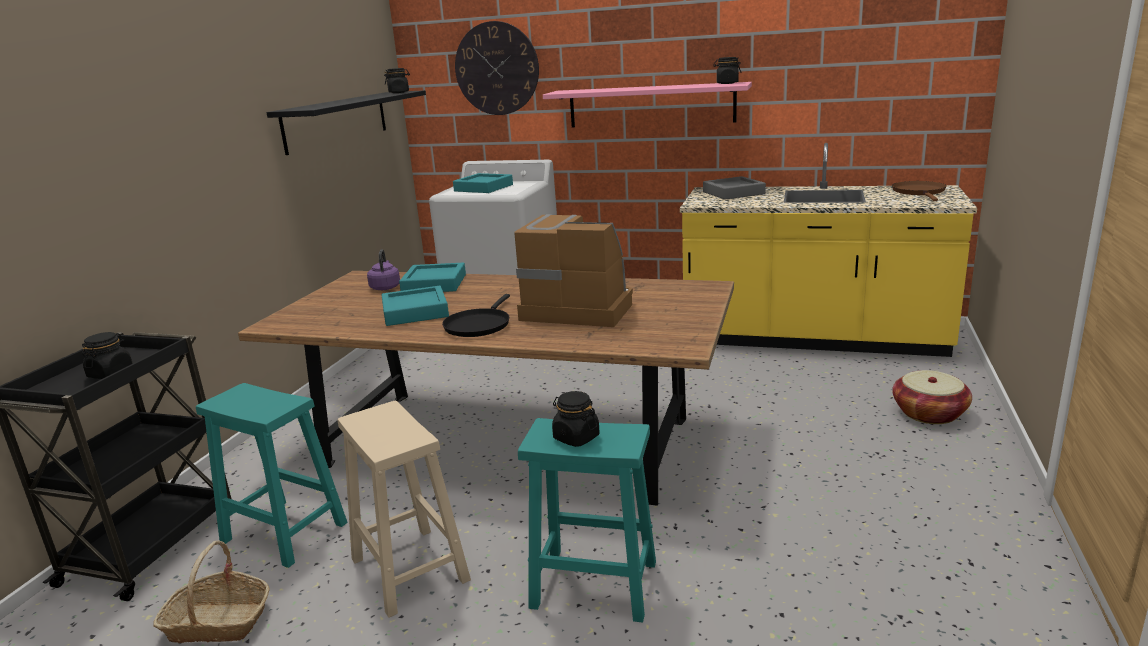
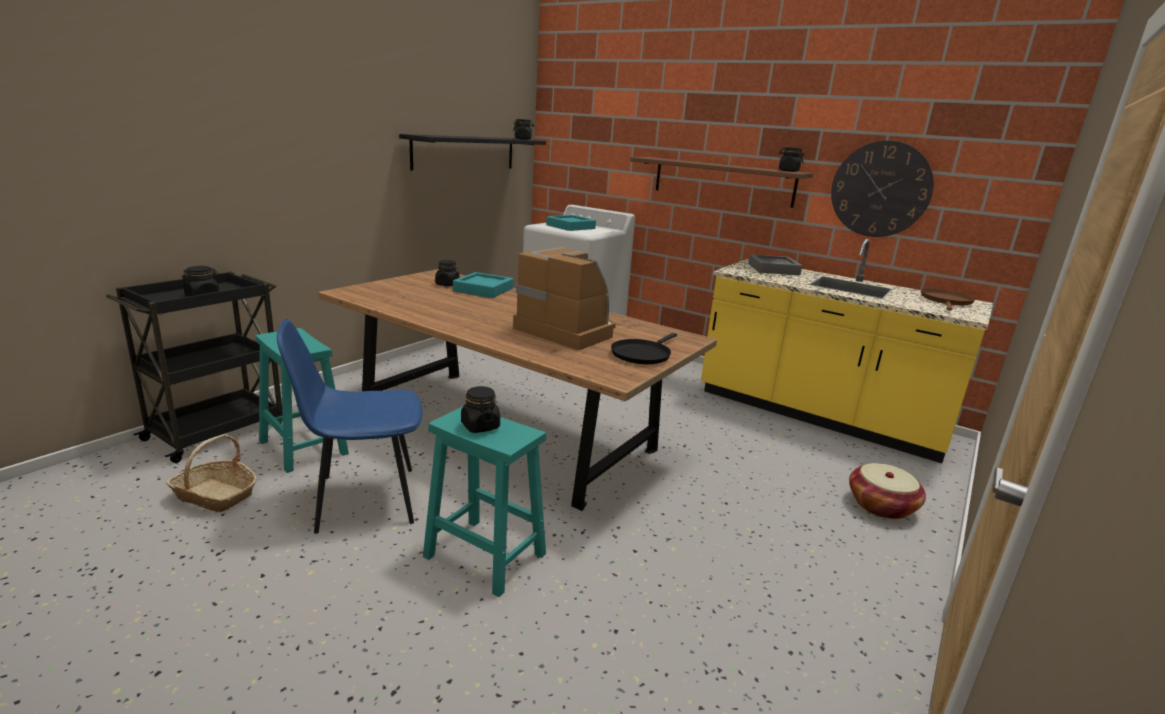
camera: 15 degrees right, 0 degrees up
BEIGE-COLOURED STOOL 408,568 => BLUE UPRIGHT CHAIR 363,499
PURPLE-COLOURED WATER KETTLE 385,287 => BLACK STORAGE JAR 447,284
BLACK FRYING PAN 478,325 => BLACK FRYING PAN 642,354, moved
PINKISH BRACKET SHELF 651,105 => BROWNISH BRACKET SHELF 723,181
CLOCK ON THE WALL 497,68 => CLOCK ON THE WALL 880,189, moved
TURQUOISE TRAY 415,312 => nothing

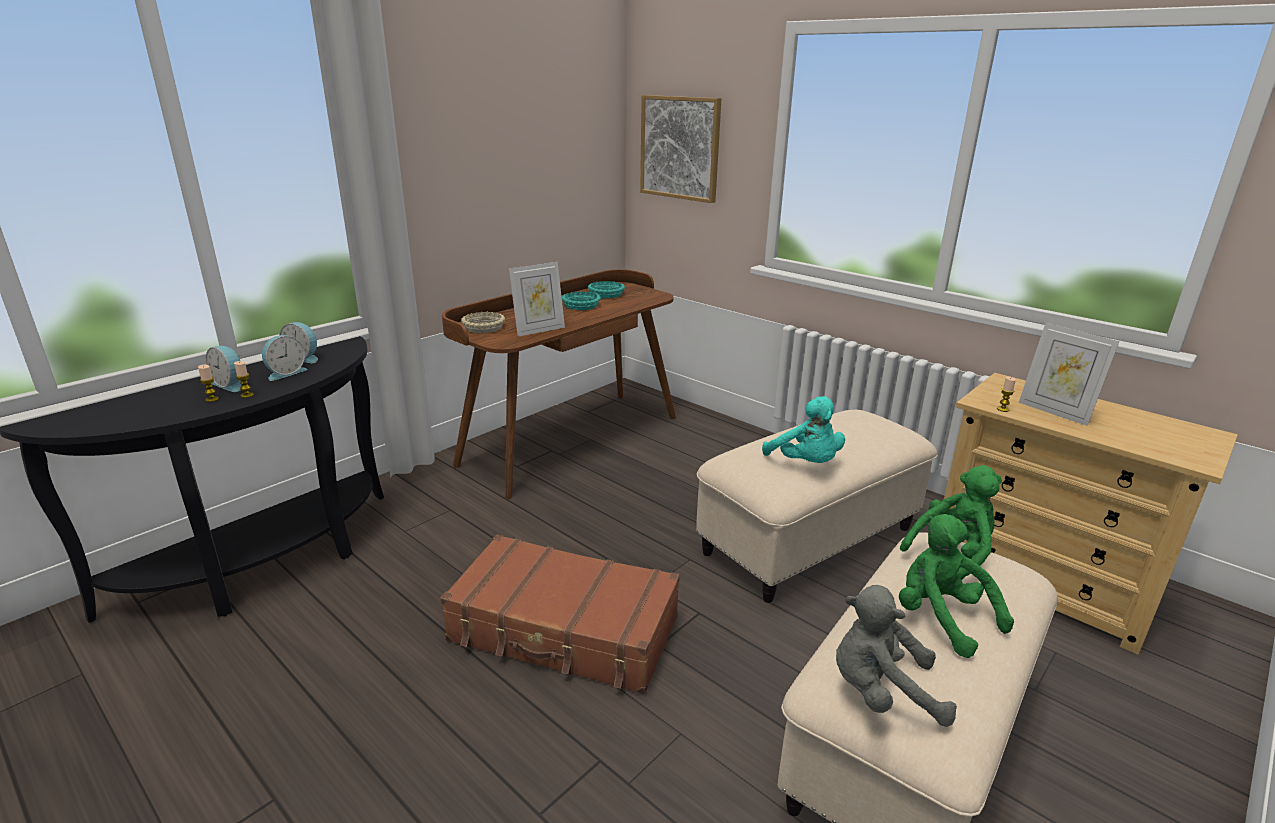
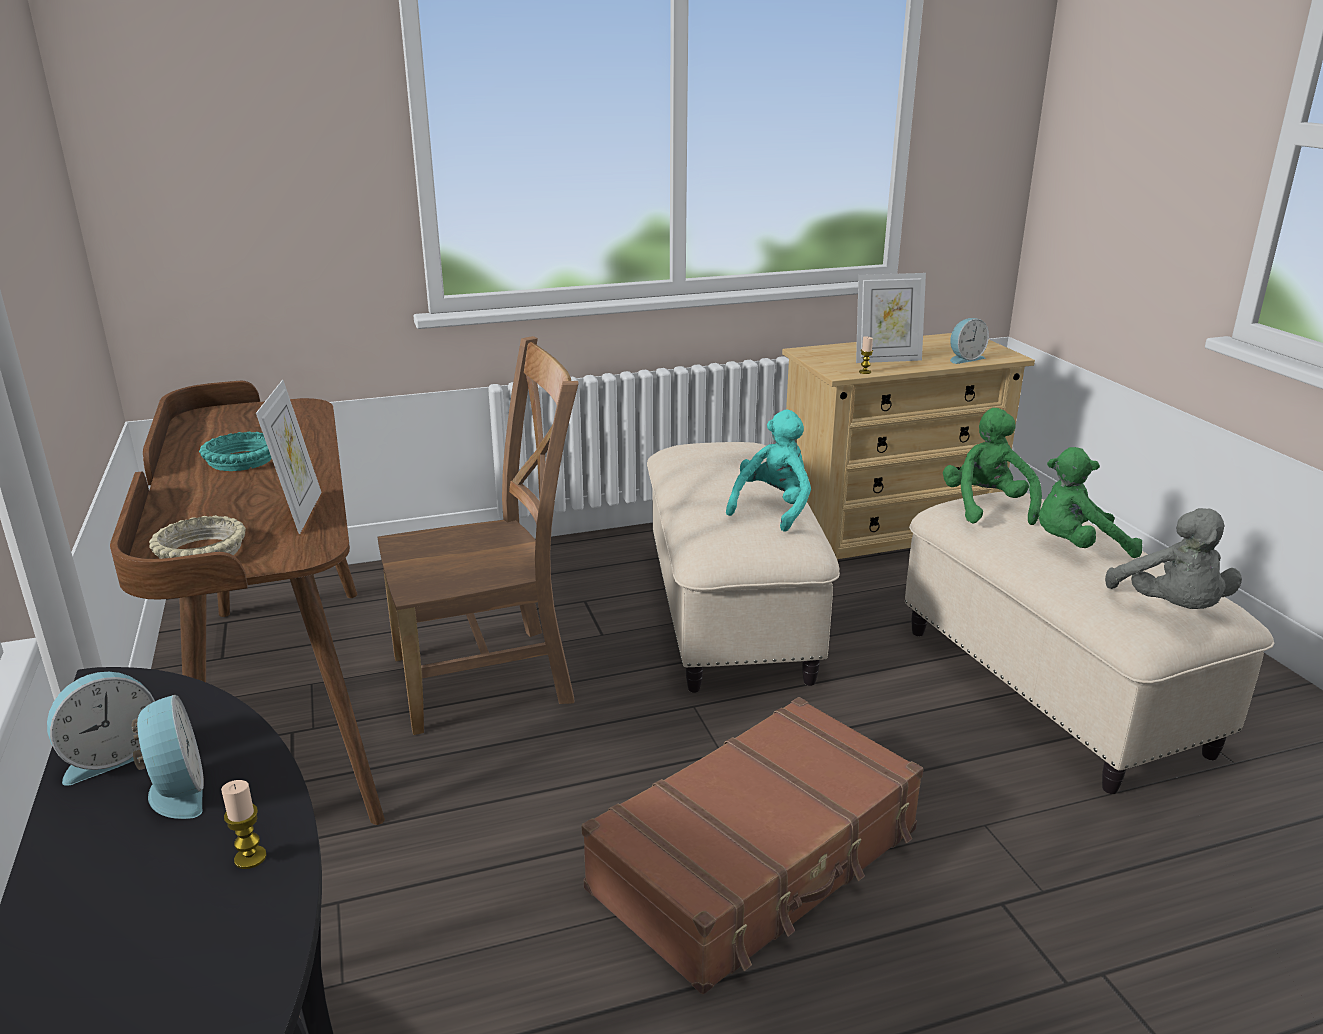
camera: 60 degrees left, 0 degrees up
nothing => BROWNISH UPRIGHT CHAIR 490,677
TURQUOISE CUDDLY TOY 805,463 => TURQUOISE CUDDLY TOY 773,508, 60 degrees counterclockwise
ALARM CLOCK 231,384 => ALARM CLOCK 964,358, moved
GREYISH CUDDLY TOY 881,692 => GREYISH CUDDLY TOY 1171,609, 45 degrees counterclockwise
WAX LIGHT 212,399 => nothing
TURQUOISE BOWL 606,294 => nothing
WALL ART 680,148 => nothing

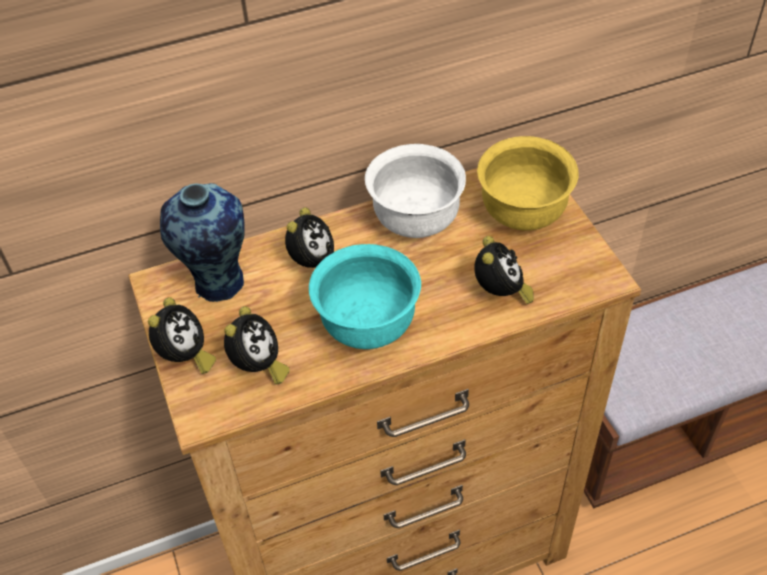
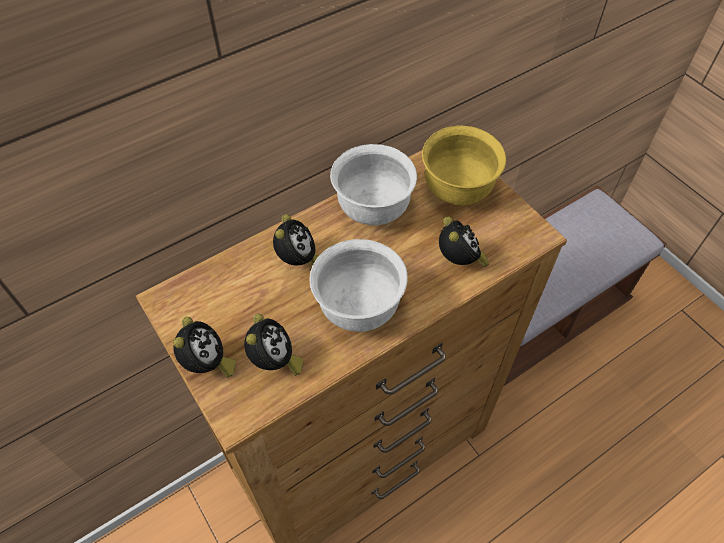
camera: 15 degrees left, 5 degrees up
TURQUOISE BOWL 367,326 => WHITISH BOWL 358,308
DECORATIVE VASE 217,284 => nothing

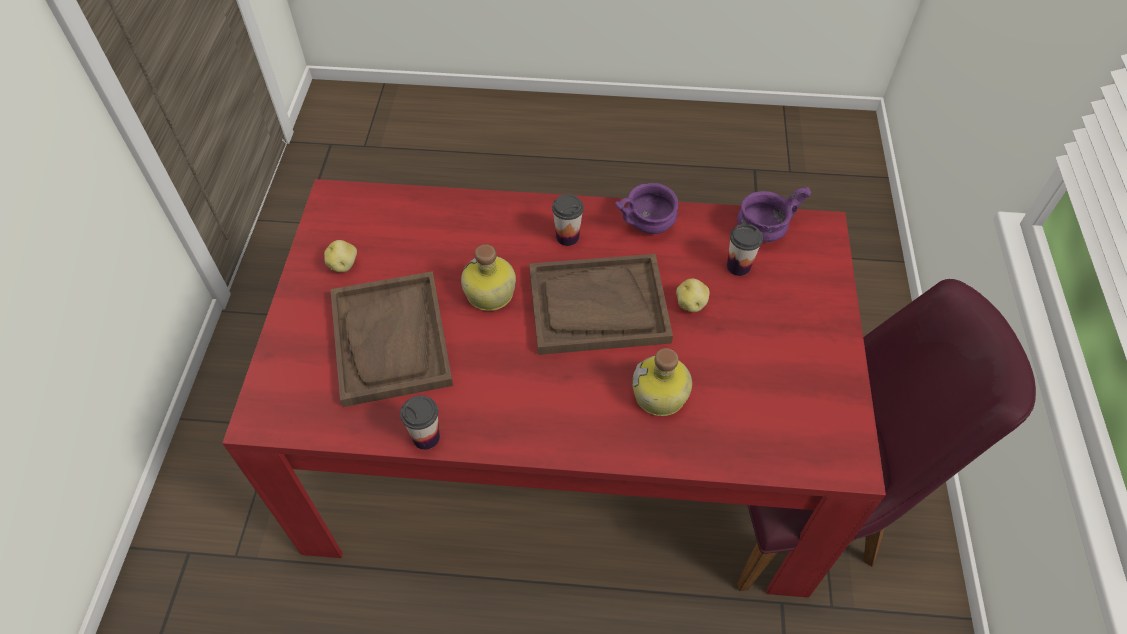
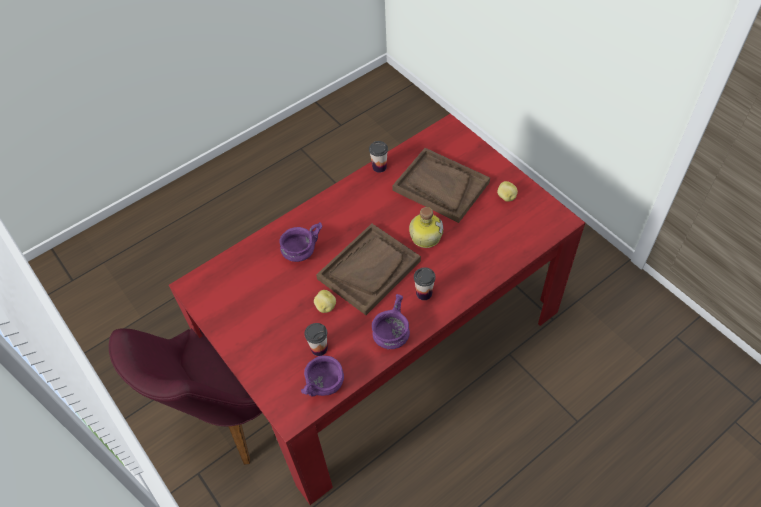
camera: 140 degrees right, 0 degrees up
BEVERAGE BOTTLE 661,396 => PURPLE-COLOURED BOWL 300,252

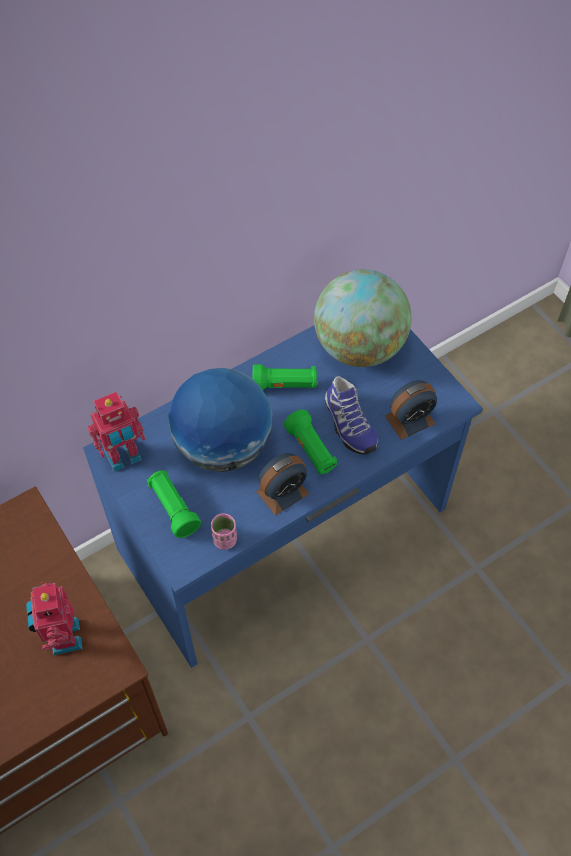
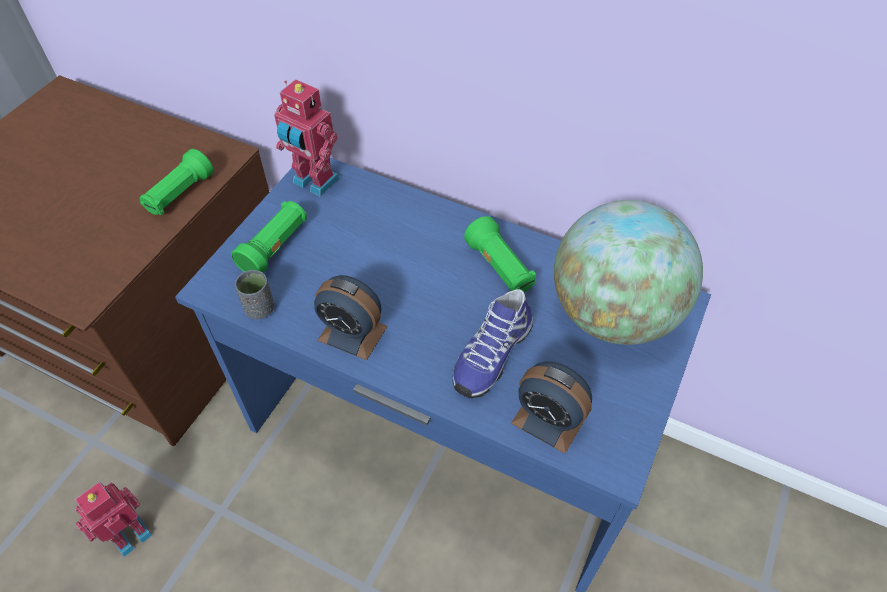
camera: 60 degrees right, 5 degrees down
ROBOT FIGURE 62,637 => ROBOT FIGURE 129,533, moved
GREENISH FLASHLIGHT 311,450 => GREENISH FLASHLIGHT 179,194, moved
PINKISH SMALL CUP 225,539 => GREYISH SMALL CUP 260,309
GLOBE 223,446 => nothing

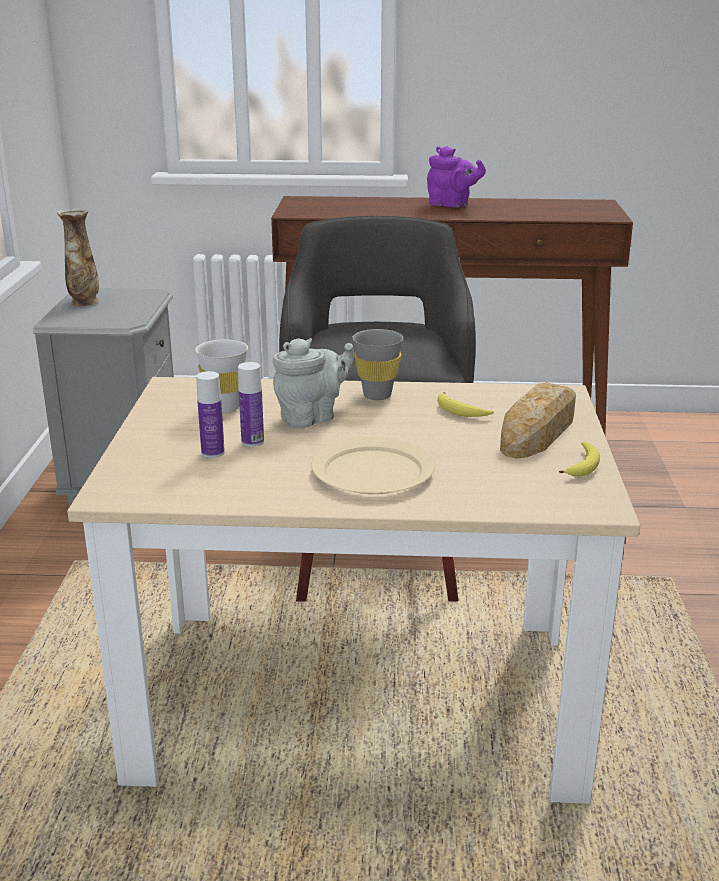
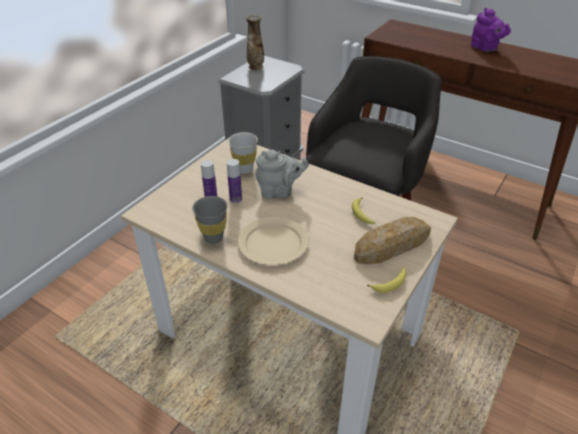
camera: 30 degrees right, 15 degrees up
GREYISH SMALL CUP 377,395 => GREYISH SMALL CUP 213,238, moved

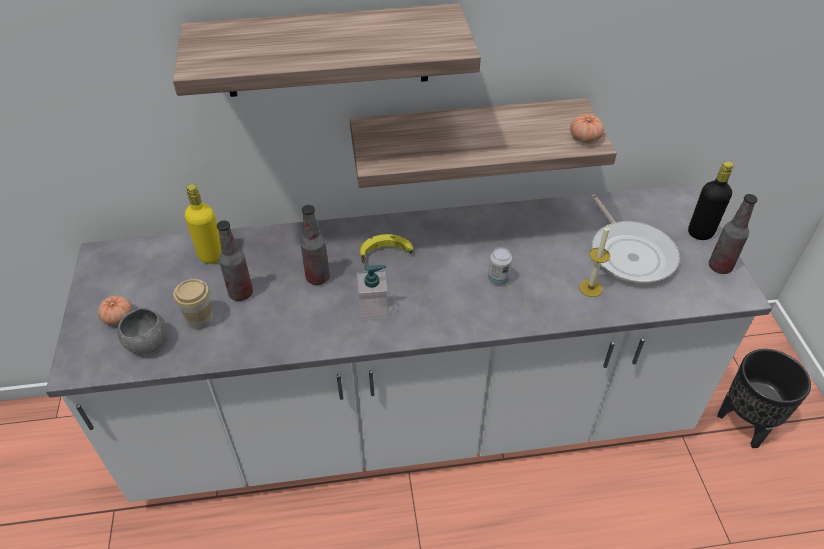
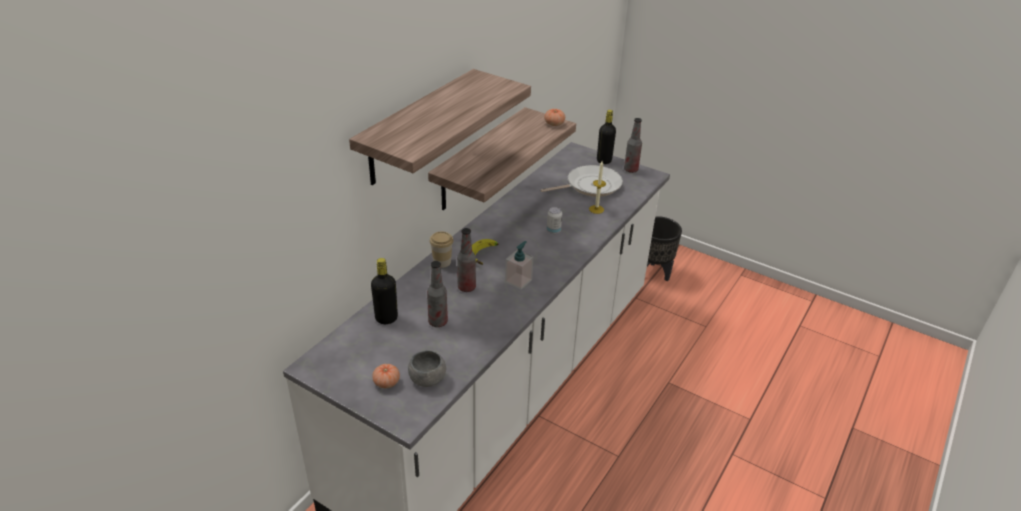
camera: 50 degrees left, 10 degrees down
YELLOW-COLOURED BEVERAGE BOTTLE 211,255 => BLACK BEVERAGE BOTTLE 386,318
SMALL CUP 200,319 => SMALL CUP 442,262, moved
FRYING PAN 630,253 => FRYING PAN 590,185, 45 degrees counterclockwise

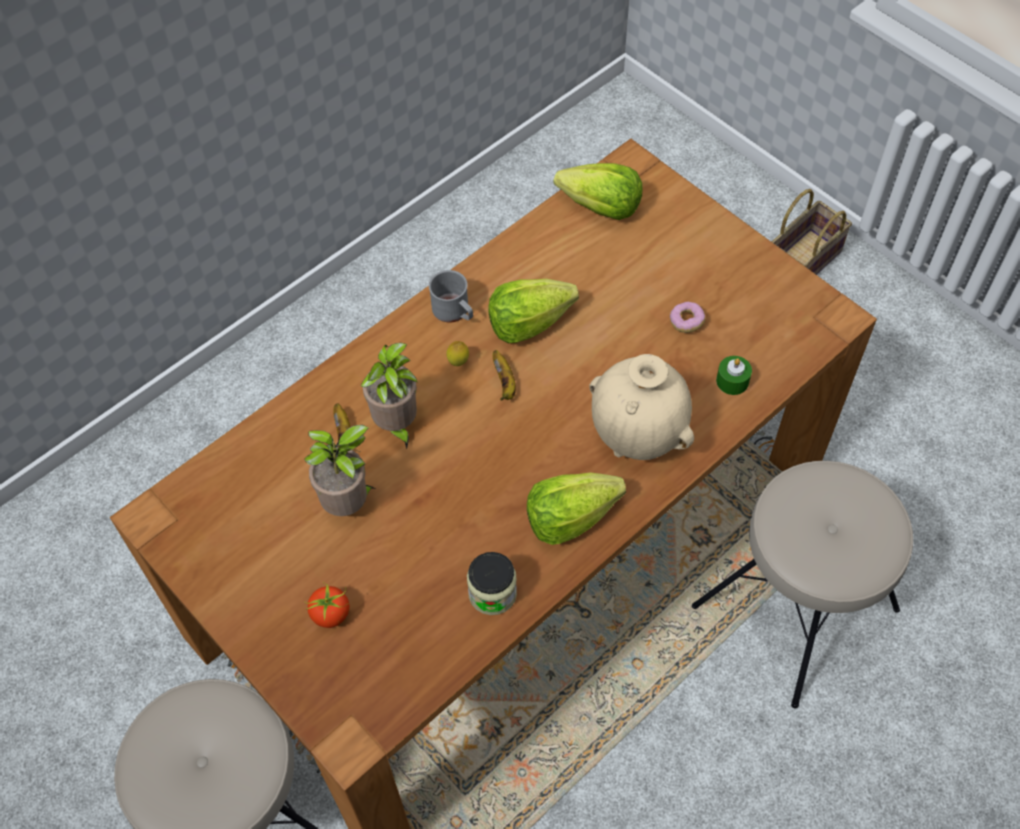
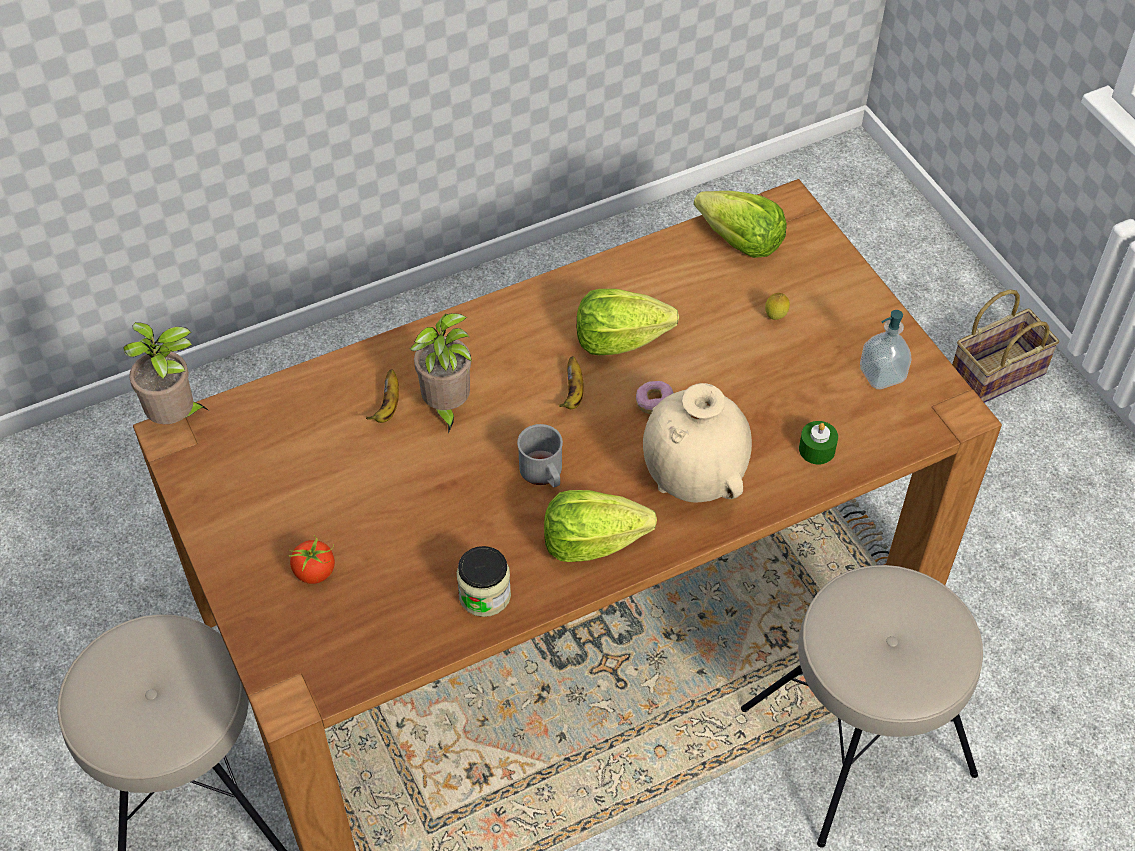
camera: 15 degrees right, 5 degrees down
POTTED PLANT 349,504 => POTTED PLANT 177,418, moved
GREYISH MUG 454,312 => GREYISH MUG 544,474, moved
RING DOUGHNUT 686,322 => RING DOUGHNUT 654,403, moved
WHOLE LEMON 458,362 => WHOLE LEMON 775,317, moved
nothing => LIQUID SOAP BOTTLE 882,374

